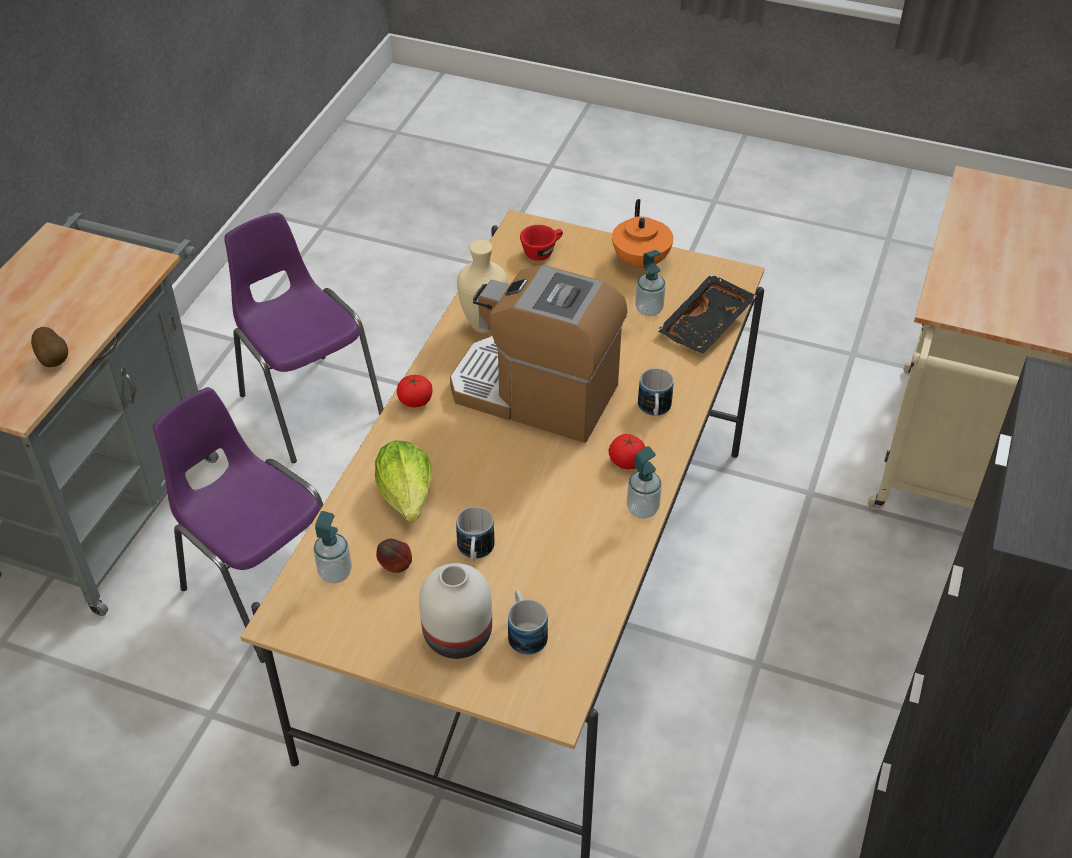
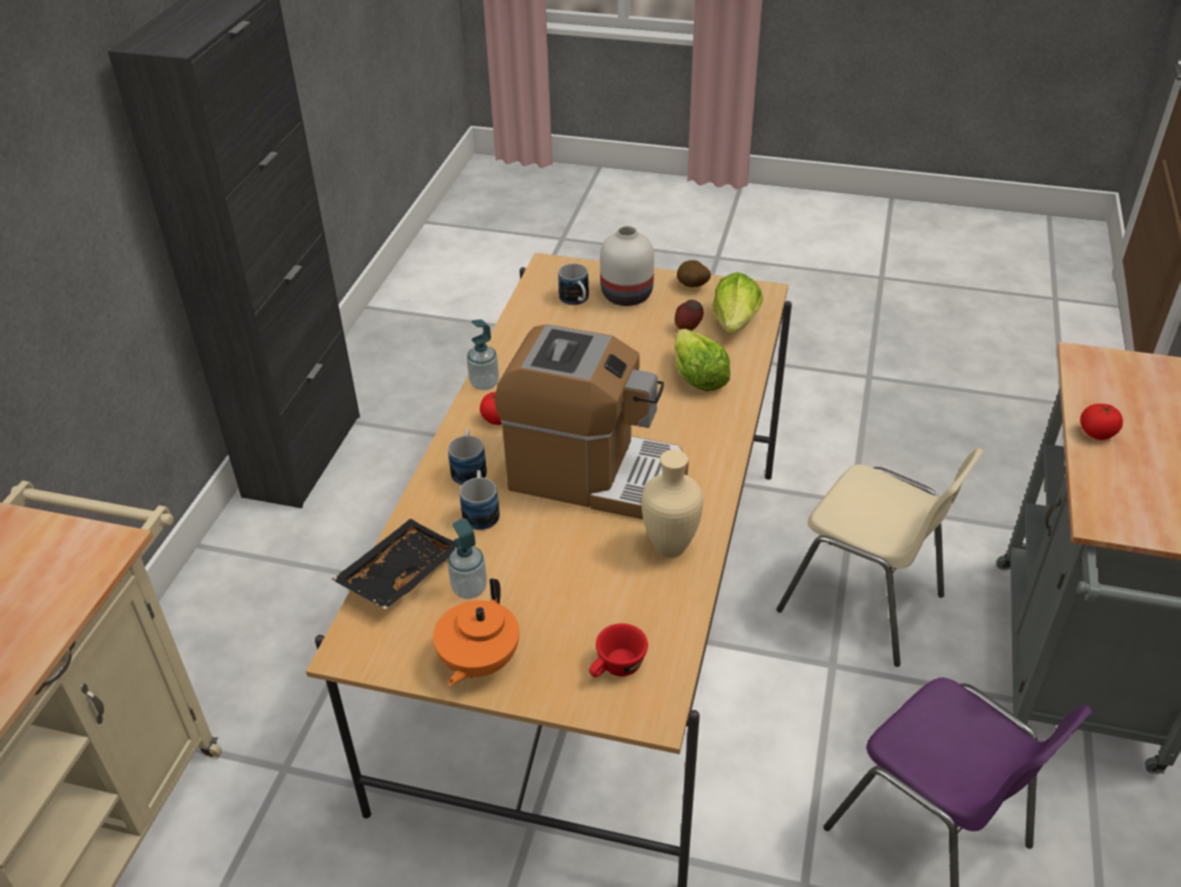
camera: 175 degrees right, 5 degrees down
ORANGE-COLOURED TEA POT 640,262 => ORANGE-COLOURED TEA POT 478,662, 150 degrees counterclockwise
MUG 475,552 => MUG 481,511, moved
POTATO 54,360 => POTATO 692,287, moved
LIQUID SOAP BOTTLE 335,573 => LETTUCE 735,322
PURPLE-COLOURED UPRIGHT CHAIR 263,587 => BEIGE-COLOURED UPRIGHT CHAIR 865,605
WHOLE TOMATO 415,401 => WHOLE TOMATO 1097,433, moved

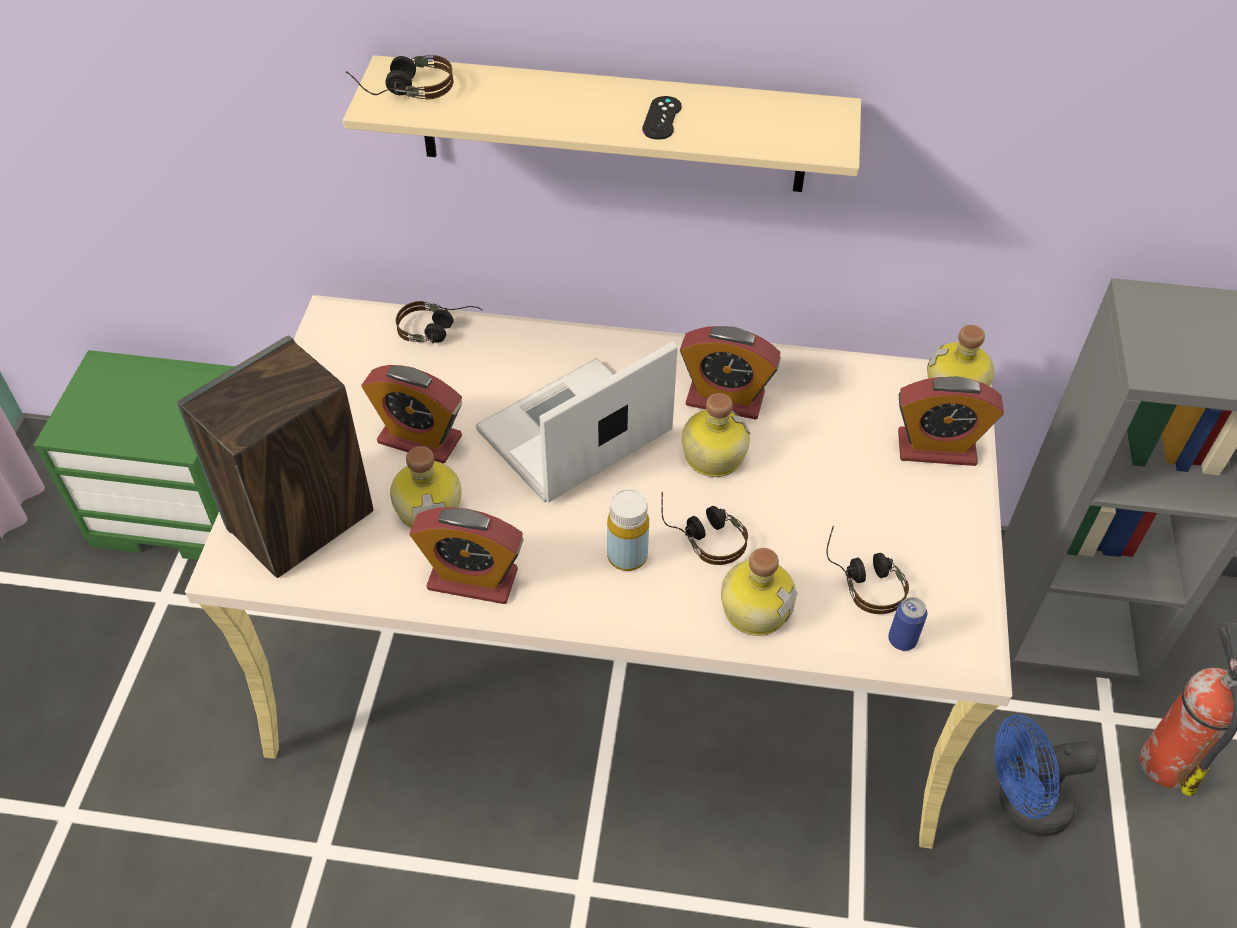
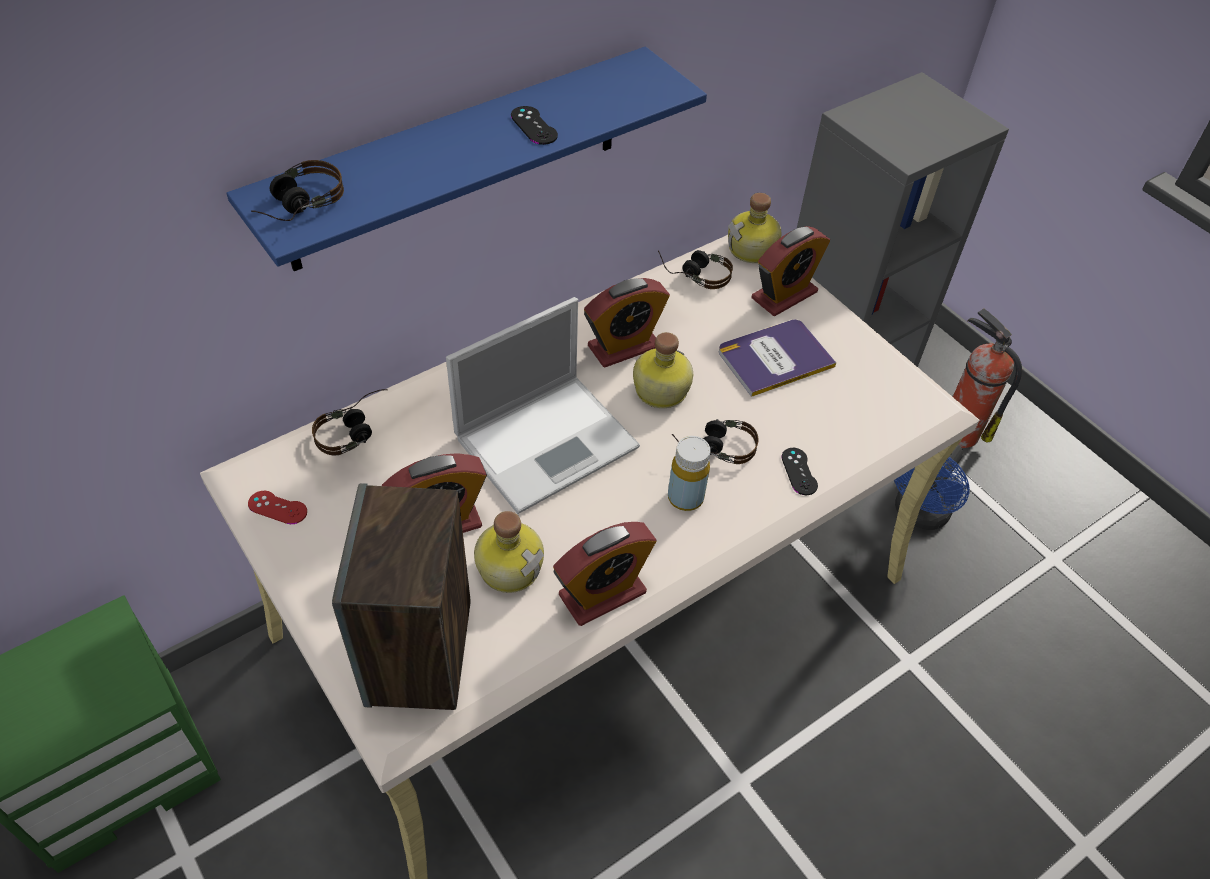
camera: 45 degrees left, 0 degrees up
BEIGE-COLOURED BRACKET SHELF 612,125 => BLUE BRACKET SHELF 457,160
nothing => REDDISH JOYPAD 277,507
LAPTOP 571,434 => LAPTOP 549,440, 135 degrees counterclockwise
HEADSET 864,577 => HEADSET 694,273, moved
nothing => VOLUME 775,358
BEVERAGE BOTTLE 755,607 => BLACK JOYPAD 799,471
CAN 902,640 => nothing

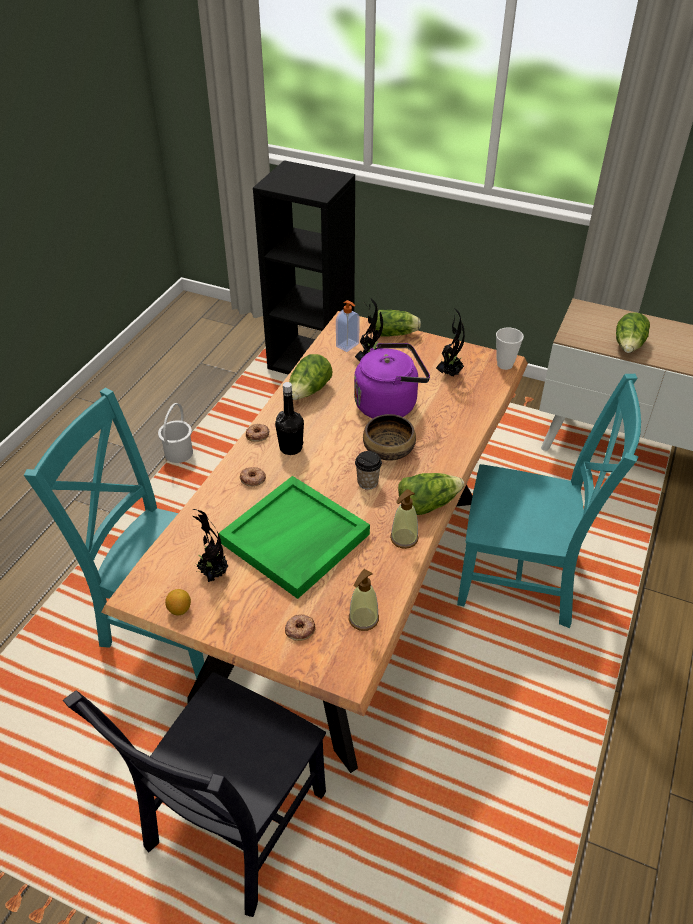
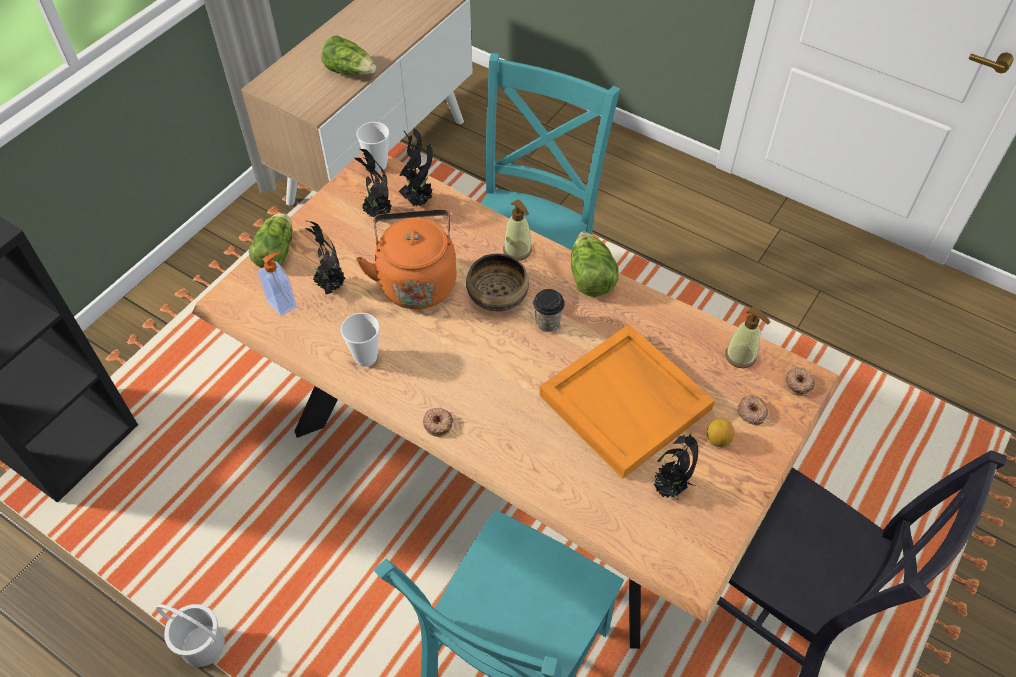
camera: 80 degrees left, 10 degrees up
LETTUCE 309,391 => SMALL CUP 366,357
PURPLE-COLOURED WATER KETTLE 389,404 => ORANGE-COLOURED WATER KETTLE 416,281
nothing => POTTED PLANT 419,201
LIQUID SOAP BOTTLE 404,538 => LIQUID SOAP BOTTLE 517,250, moved
GREENISH TRAY 295,539 => ORANGE-COLOURED TRAY 627,402
WHOLE LEMON 179,609 => WHOLE LEMON 717,440, moved
RING DOUGHNUT 252,479 => RING DOUGHNUT 799,383, moved
BLACK BEVERAGE BOTTLE 291,448 => nothing

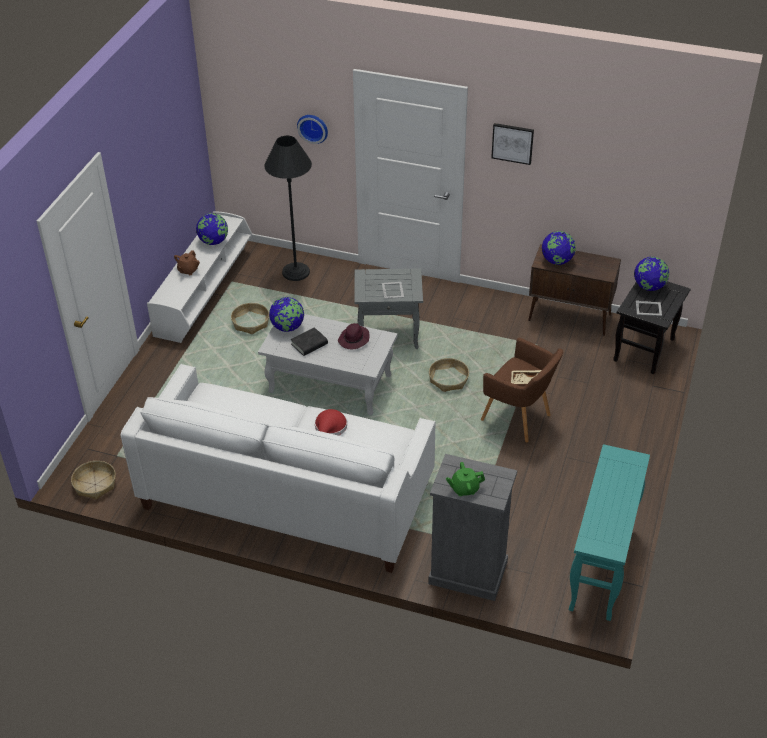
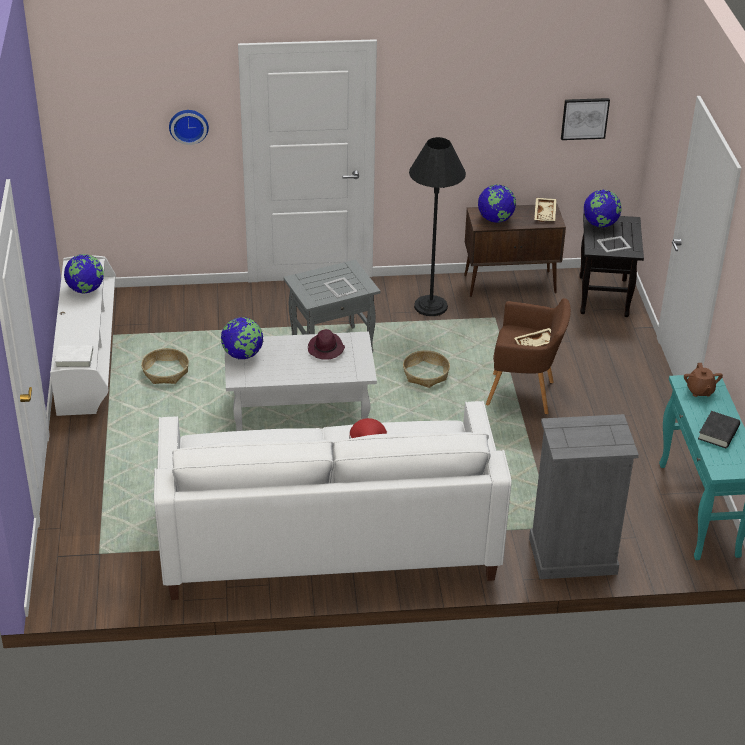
camera: 25 degrees left, 5 degrees down
nothing => WHITISH VOLUME 74,359
BLACK FLOOR LAMP 296,272 => BLACK FLOOR LAMP 431,306, moved
nothing => BEIGE-COLOURED TRAY 545,214
WALL ART 512,143 => WALL ART 584,118, moved
BROWNISH TEA POT 188,270 => BROWNISH TEA POT 700,391, moved
BLACK VOLUME 309,344 => BLACK VOLUME 718,433, moved
STORAGE BASKET 95,484 => nothing
GREENISH TEA POT 464,488 => nothing

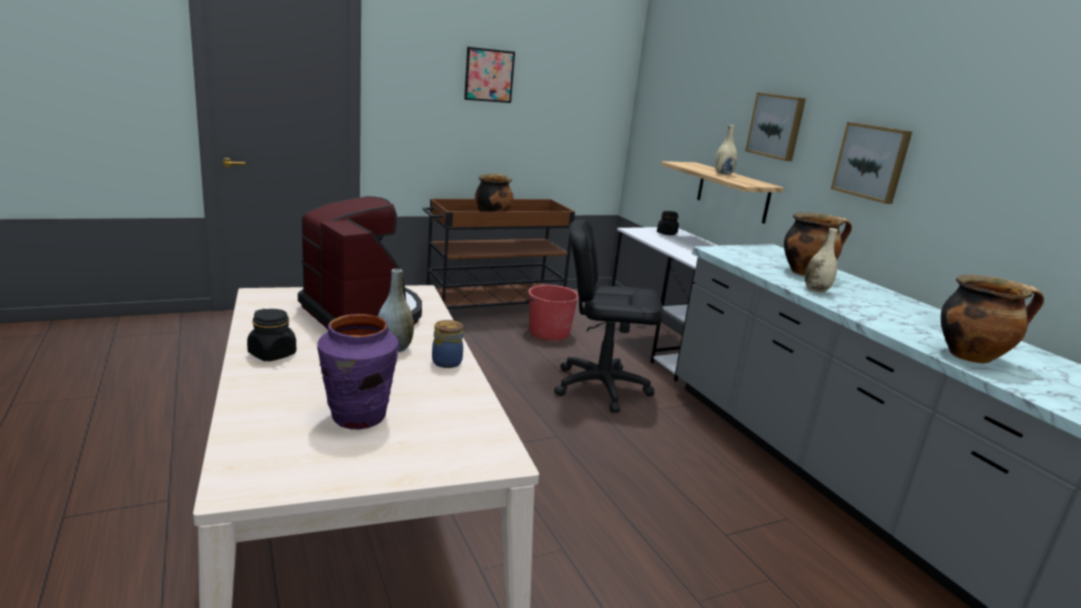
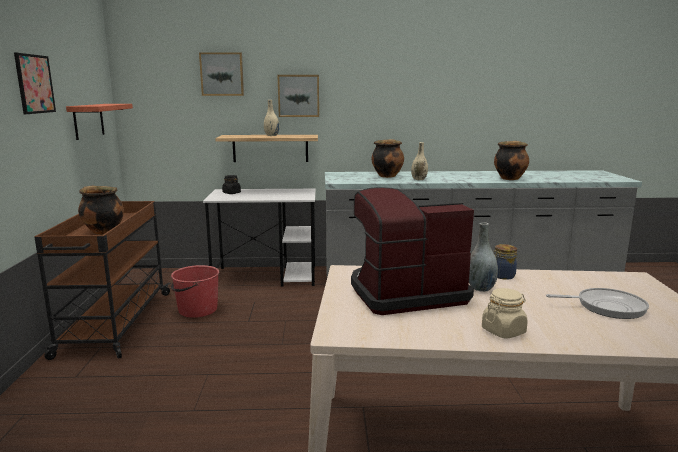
camera: 65 degrees left, 5 degrees down
nothing => BRACKET SHELF 88,121
WALL ART 872,162 => WALL ART 222,74, moved
BLACK STORAGE JAR 272,354 => BEIGE-COLOURED STORAGE JAR 503,331
PURPLE-COLOURED DECORATIVE VASE 358,417 => FRYING PAN 606,307
BLACK DESK CHAIR 600,387 => nothing

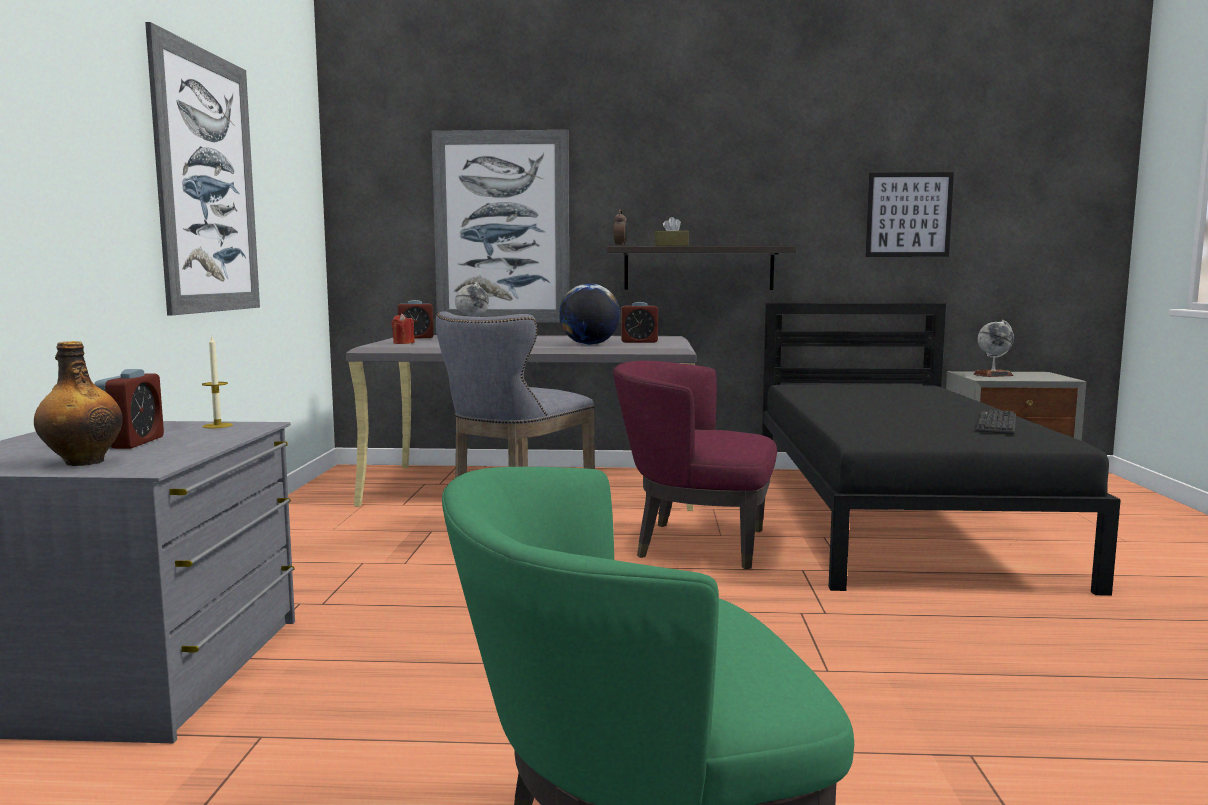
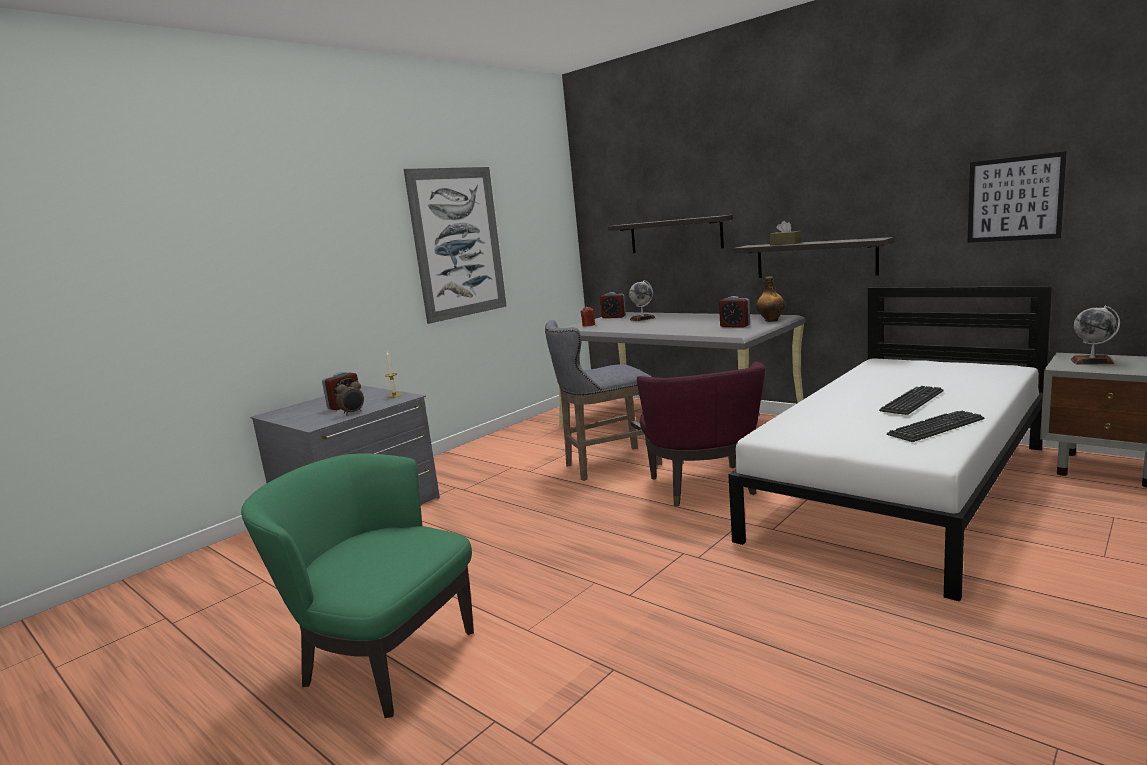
camera: 40 degrees right, 5 degrees up
ALARM CLOCK 621,246 => ALARM CLOCK 353,413, moved
WALL ART 501,228 => BRACKET SHELF 675,235
PURPLE-COLOURED EASY CHAIR 695,544 => PURPLE-COLOURED EASY CHAIR 705,487, 150 degrees counterclockwise
BLACK BED 895,518 => WHITISH BED 903,491
BEVERAGE BOTTLE 83,462 => BEVERAGE BOTTLE 771,320, moved
nothing => PC KEYBOARD 912,401
GLOBE 589,344 => nothing

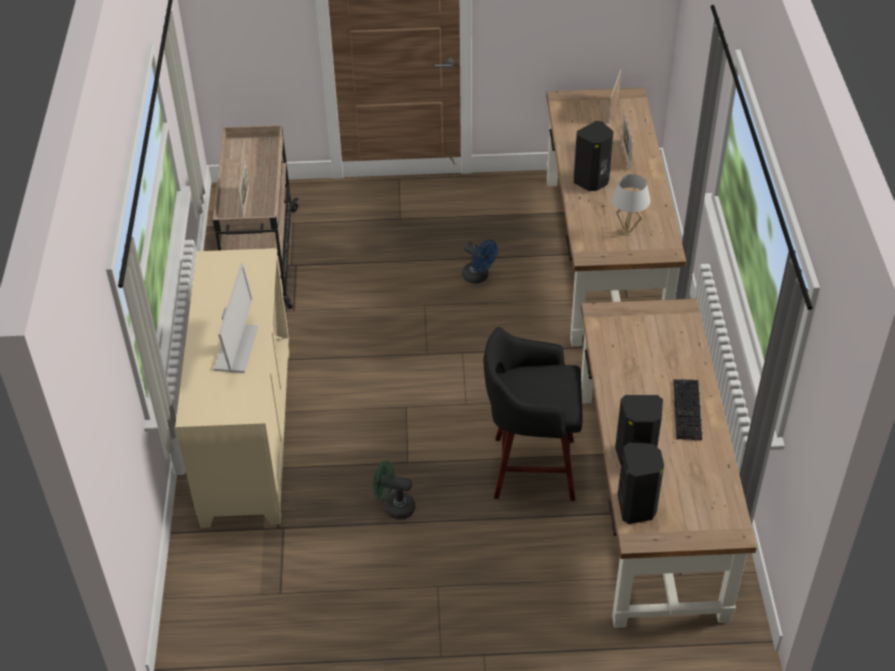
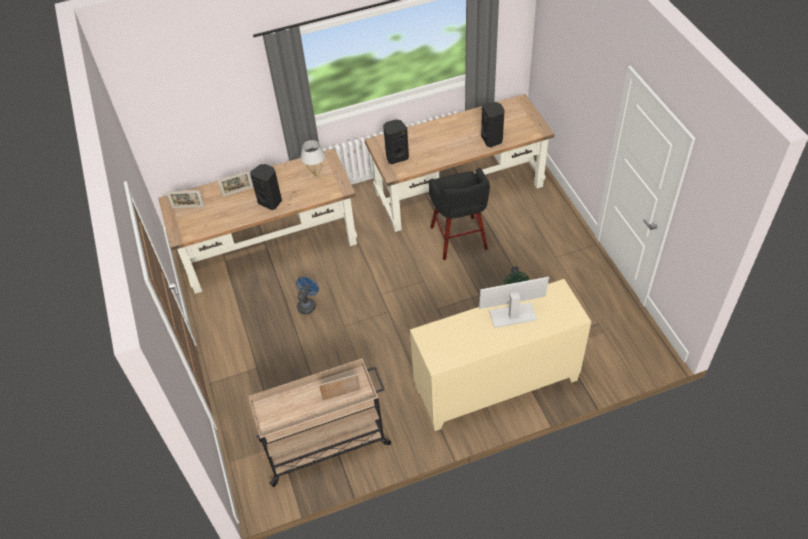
camera: 105 degrees left, 5 degrees up
BLACK LOUDSPEAKER 637,507 => BLACK LOUDSPEAKER 396,157, moved
PC KEYBOARD 688,410 => nothing

